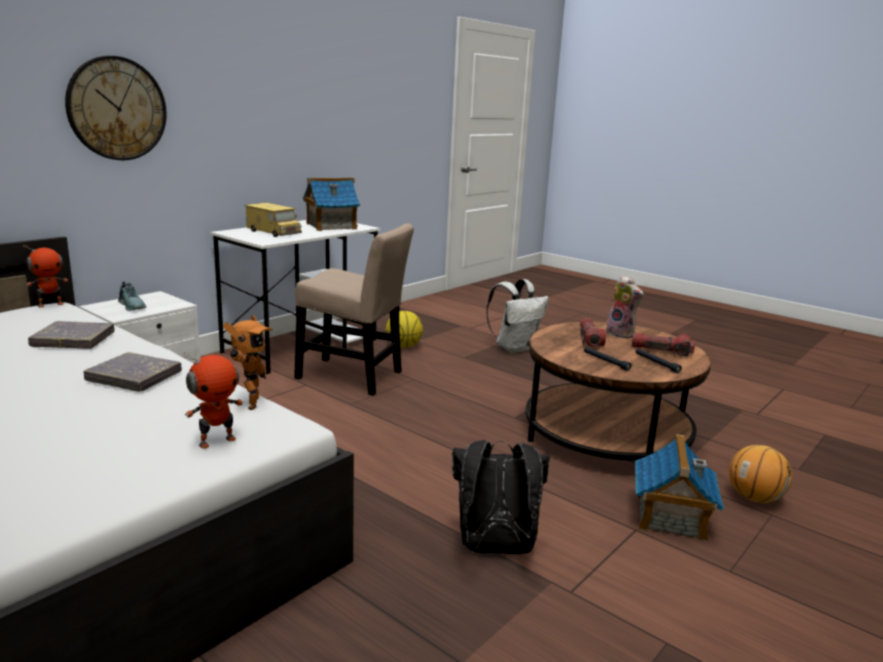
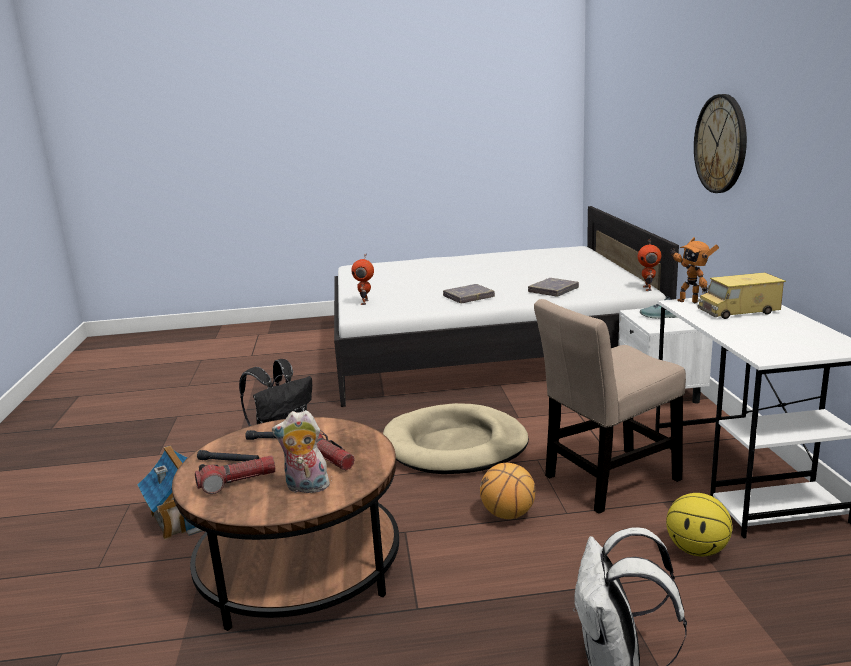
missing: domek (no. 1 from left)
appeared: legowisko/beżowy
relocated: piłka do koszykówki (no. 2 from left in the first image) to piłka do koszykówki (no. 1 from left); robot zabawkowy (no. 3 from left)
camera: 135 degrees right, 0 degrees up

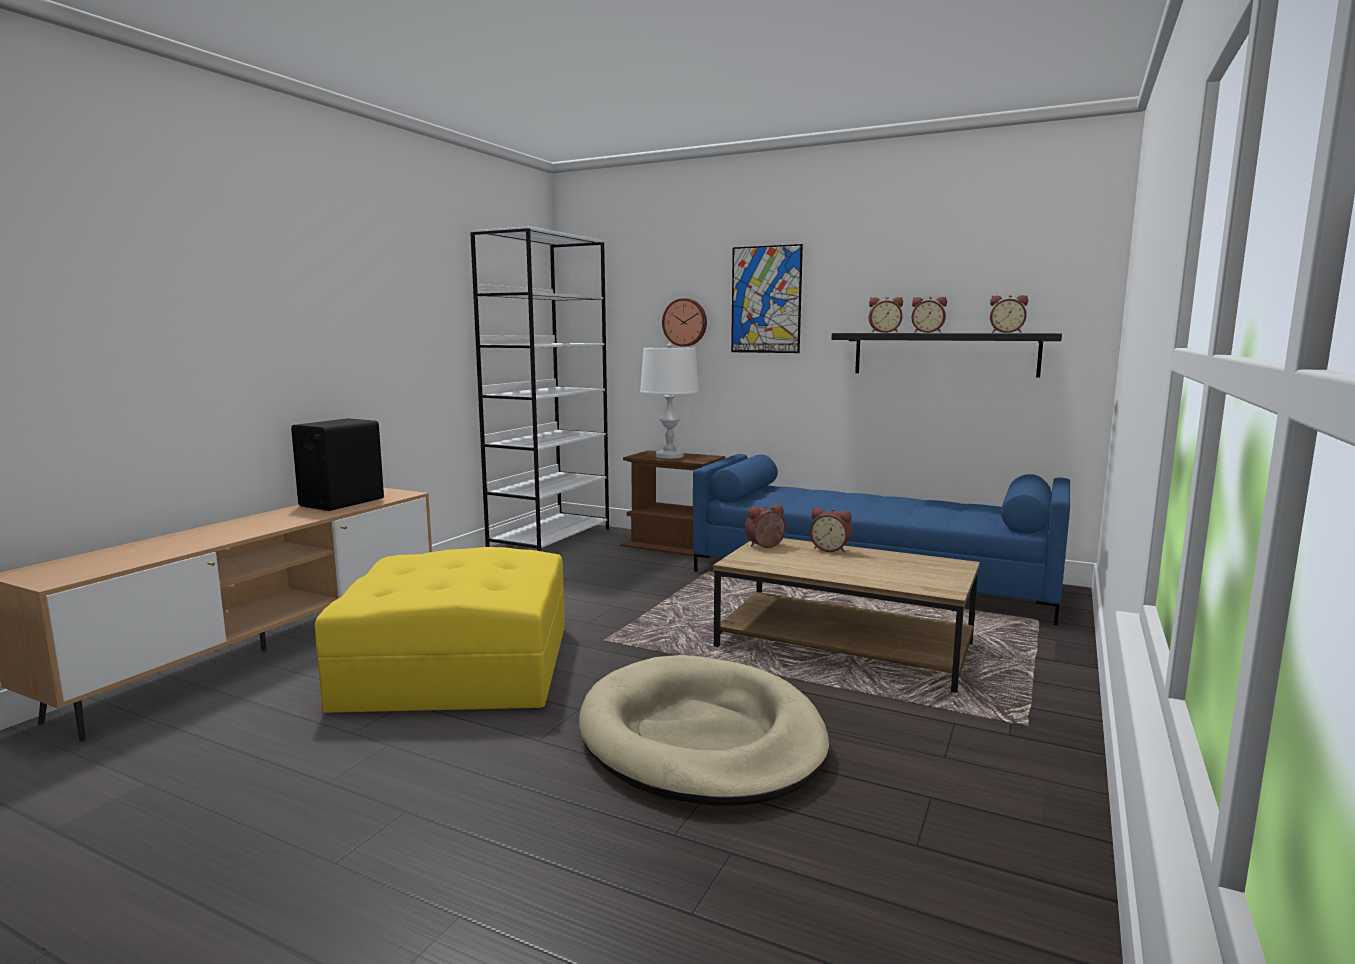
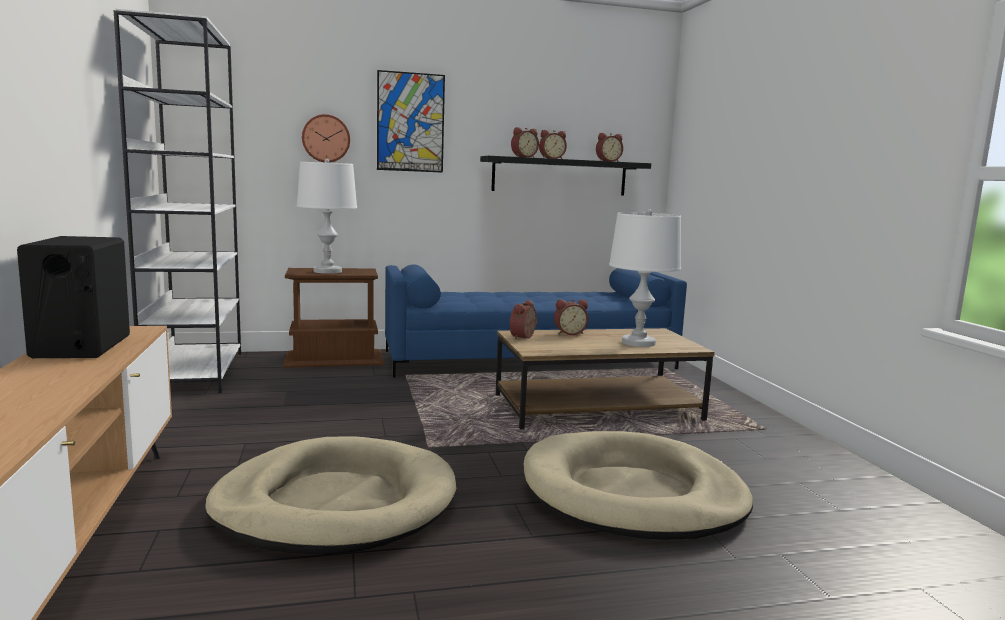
appeared: lampa stołowa/biały (no. 2 from left)
exchanged: pufa/żółty to legowisko/beżowy (no. 1 from left)
camera: 40 degrees left, 0 degrees up

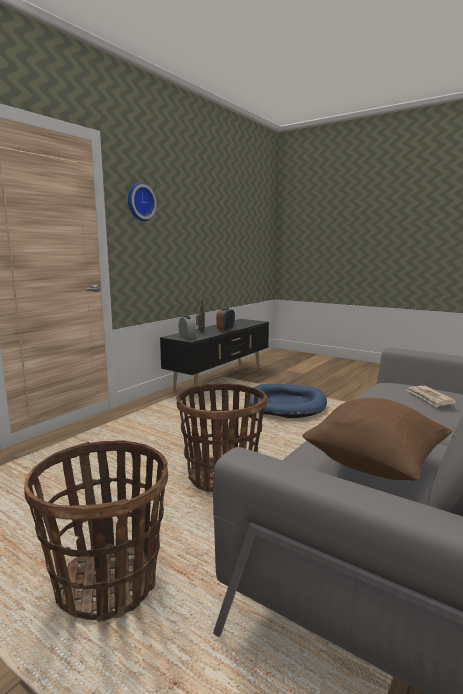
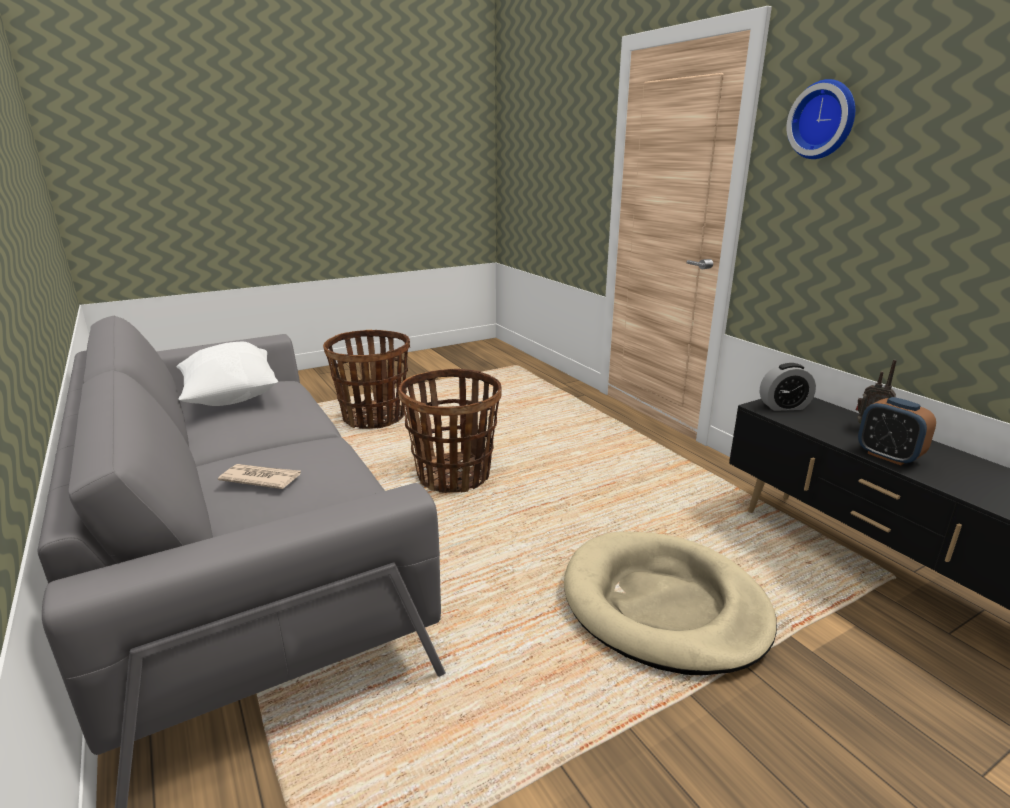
colour: poduszka/brązowy to poduszka/biały; legowisko/niebieski to legowisko/beżowy
camera: 115 degrees right, 10 degrees up

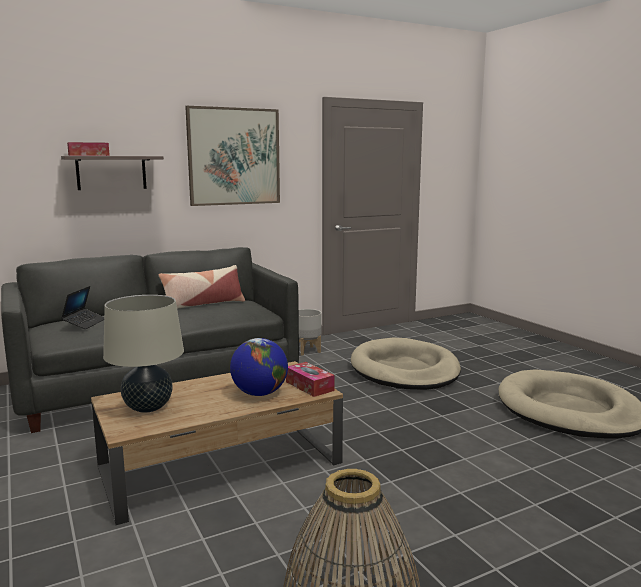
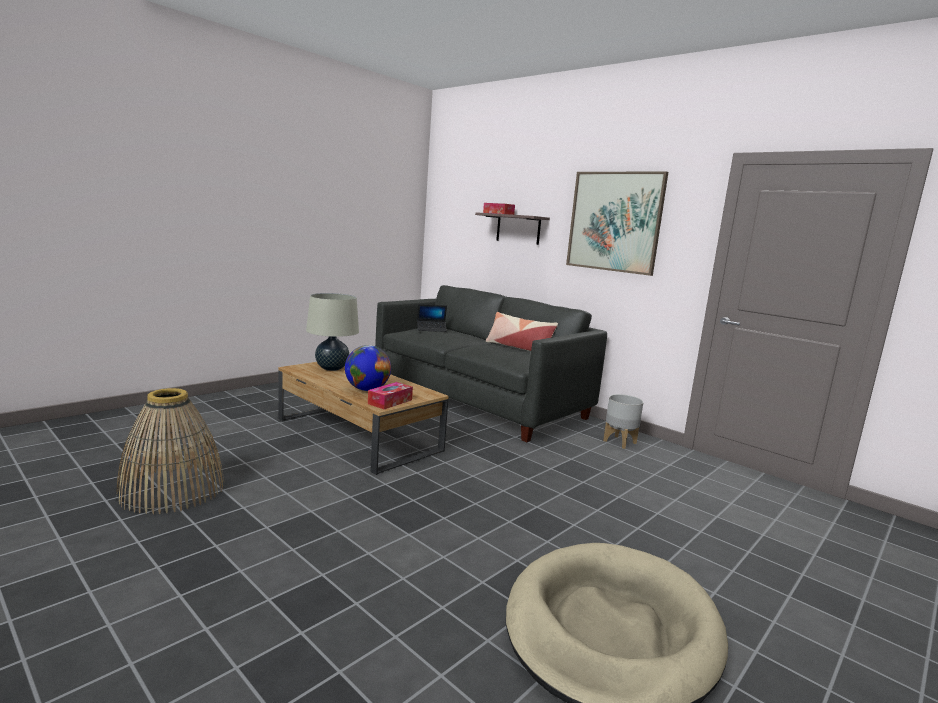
missing: legowisko/beżowy (no. 1 from left)
camera: 70 degrees right, 0 degrees up

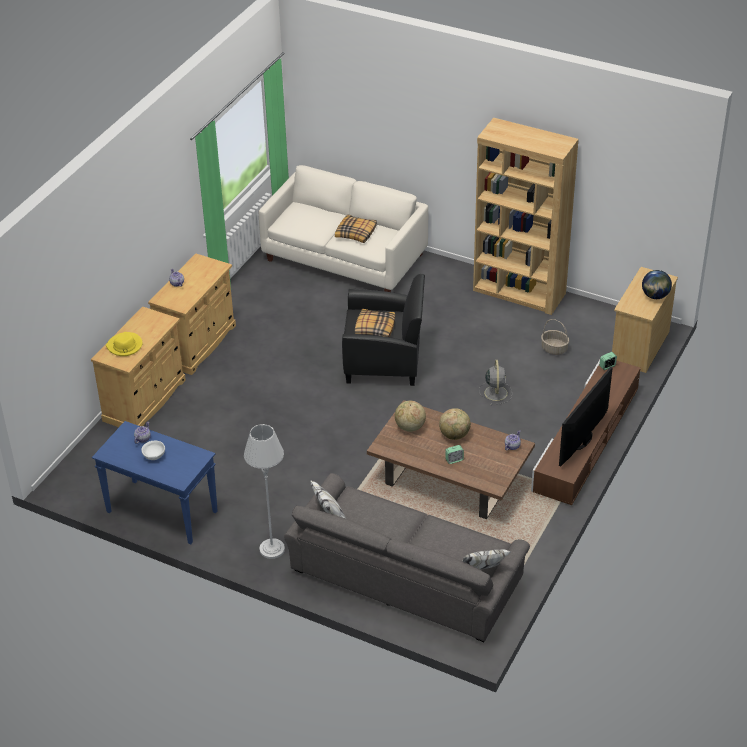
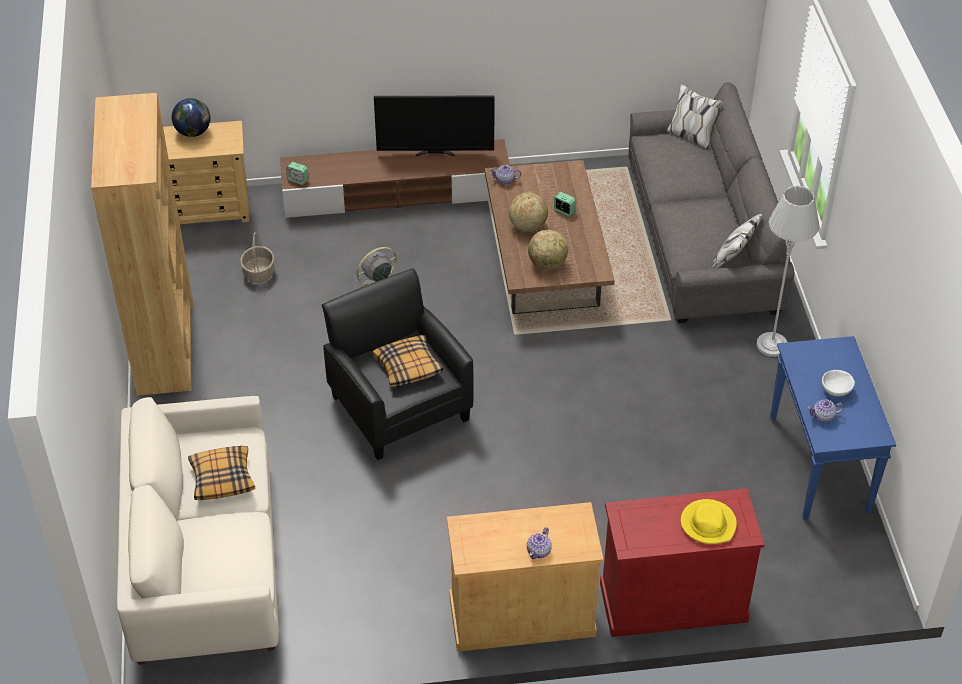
colour: szafka/beżowy (no. 1 from left) to szafka/czerwony
camera: 125 degrees left, 5 degrees up

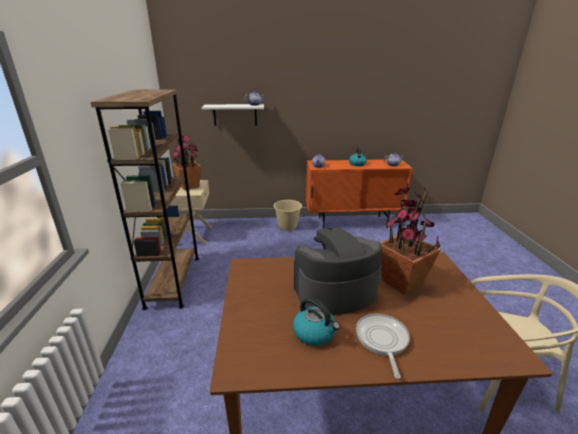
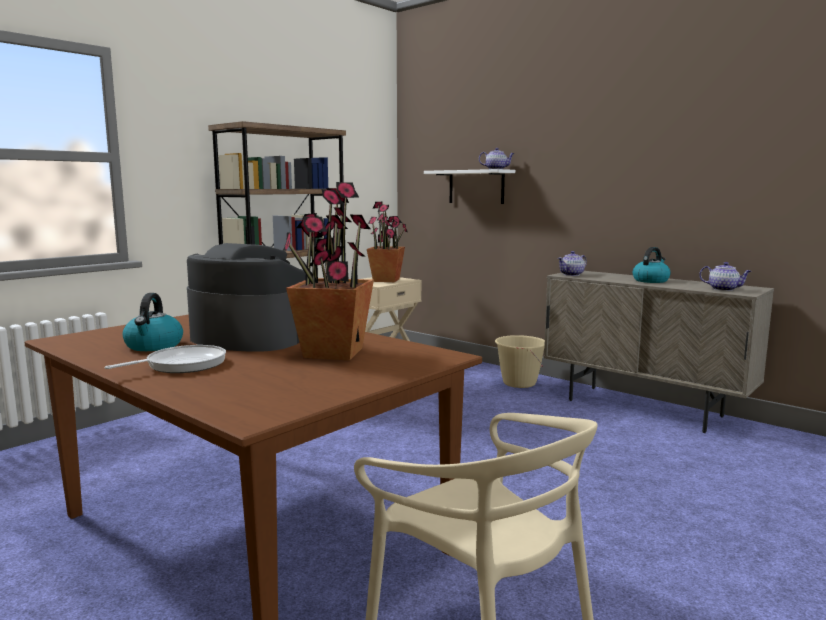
colour: szafka/pomarańczowy to szafka/beżowy
camera: 45 degrees right, 15 degrees down

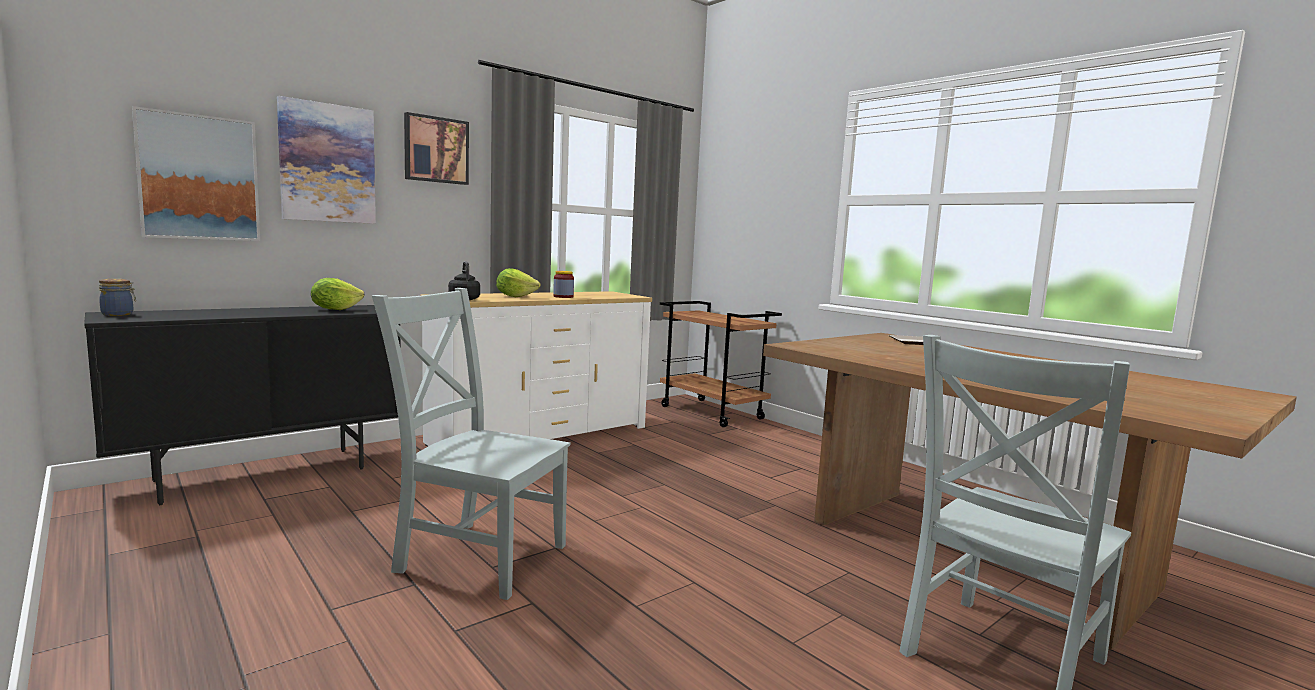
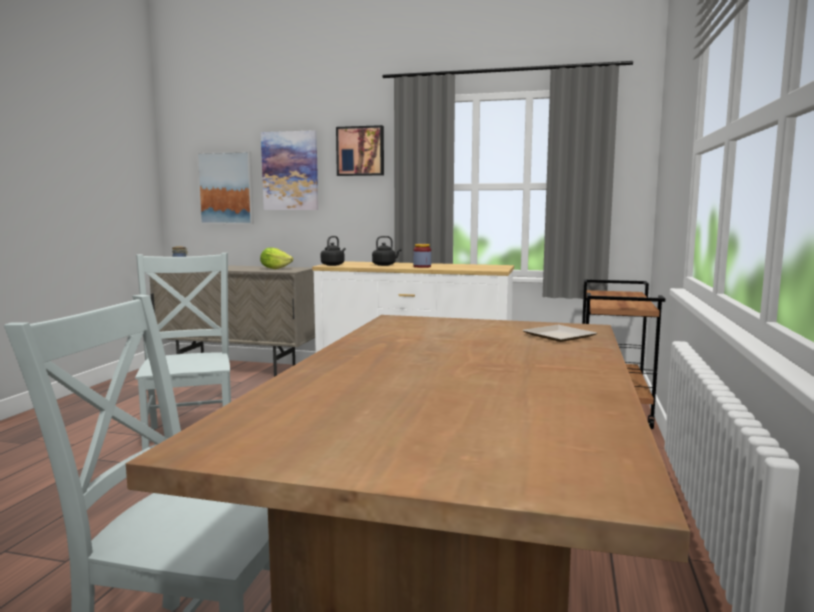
exchanged: sałata (no. 2 from left) to czajnik/czarny (no. 2 from left)
colour: szafka/czarny to szafka/beżowy
camera: 55 degrees right, 0 degrees up

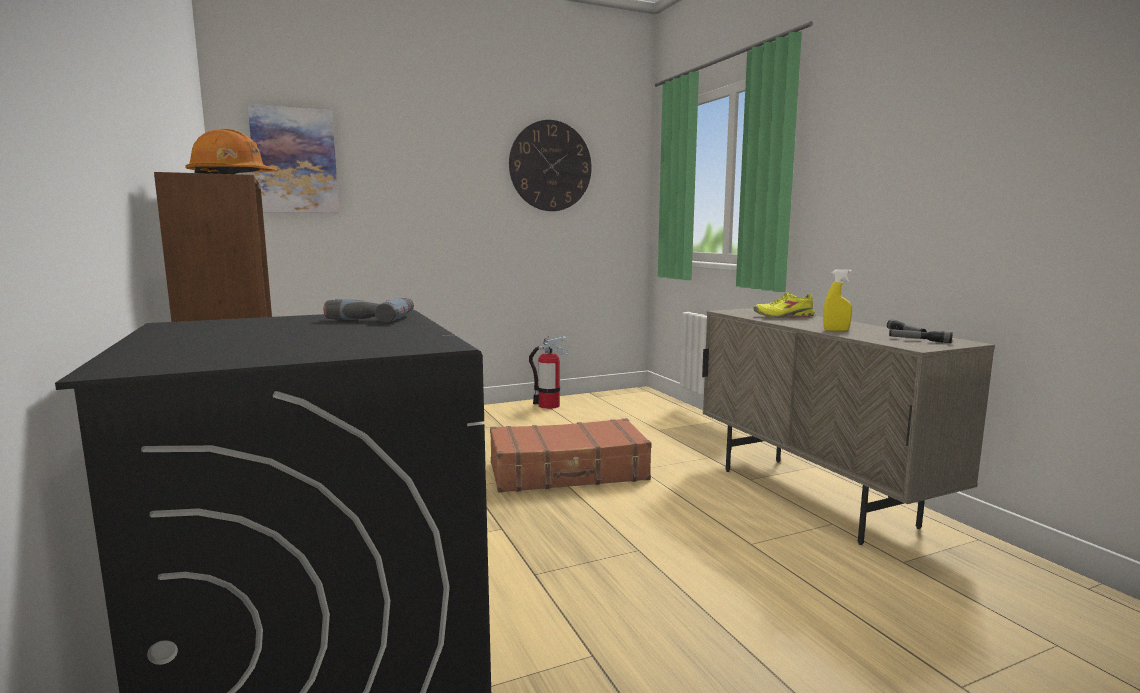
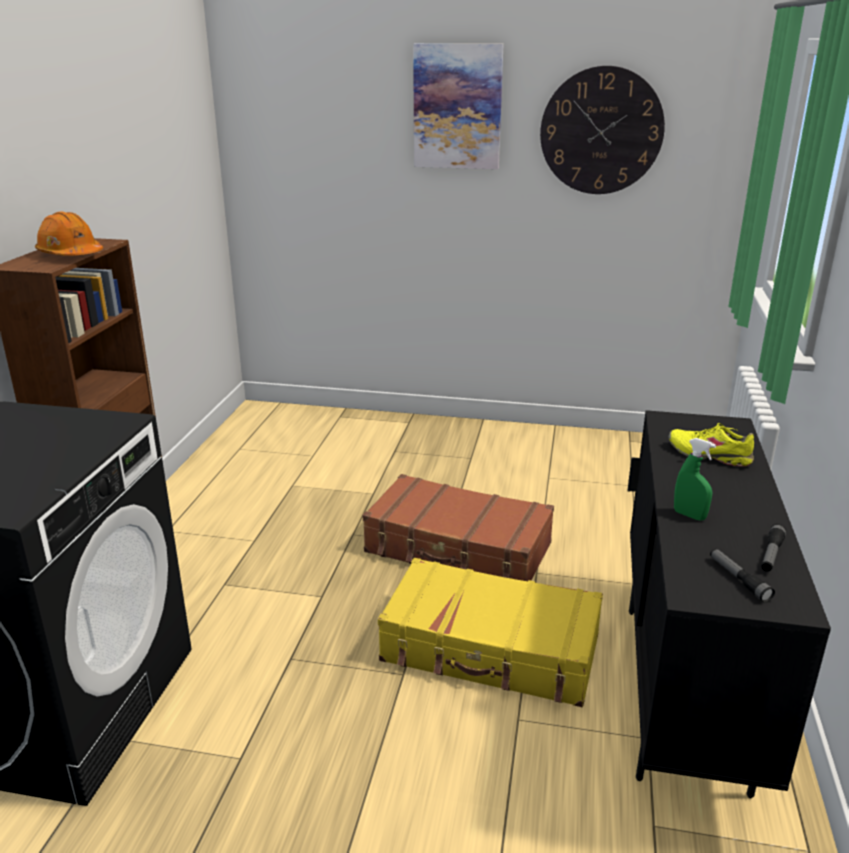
missing: wiertarka; gaśnica
appeared: walizka/żółty
relocated: obraz
colour: szafka/beżowy to szafka/czarny; spryskiwacz/żółty to spryskiwacz/zielony
camera: 35 degrees right, 15 degrees up

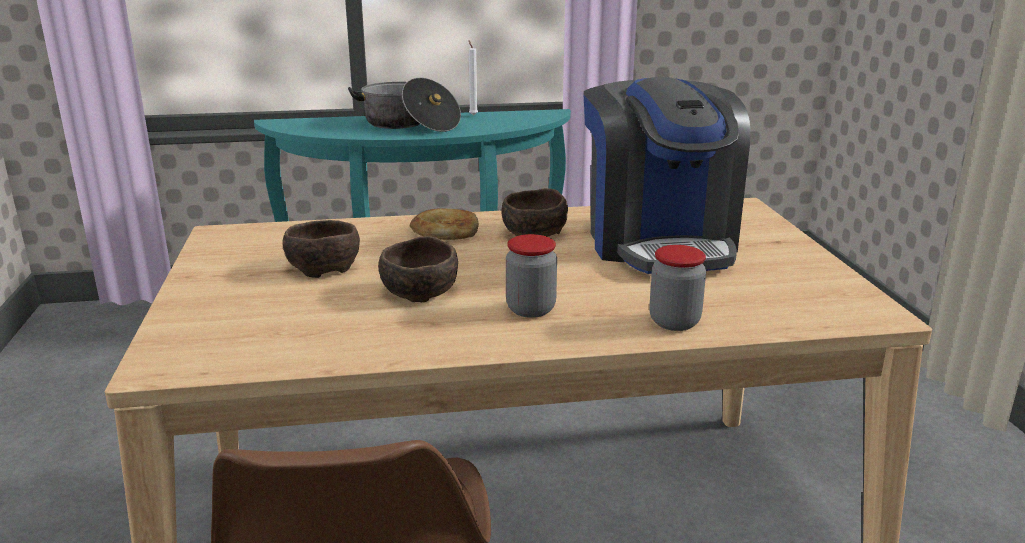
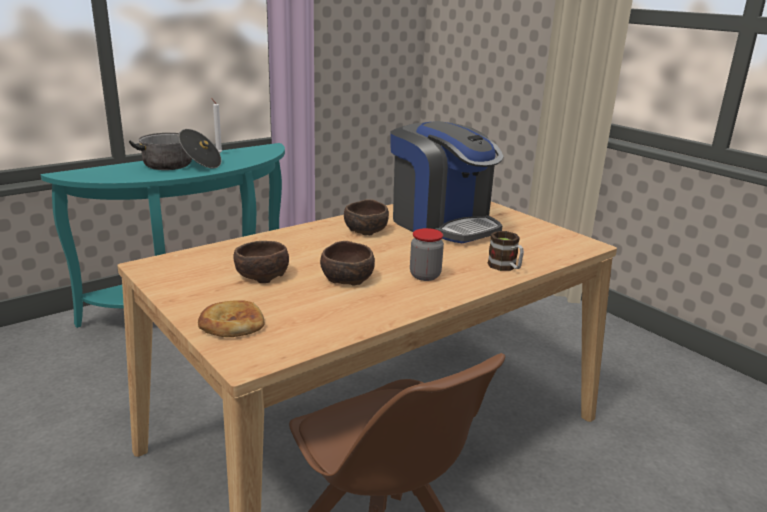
relocated: chleb
exchanged: słoik (no. 2 from left) to kubek
camera: 30 degrees left, 0 degrees up

